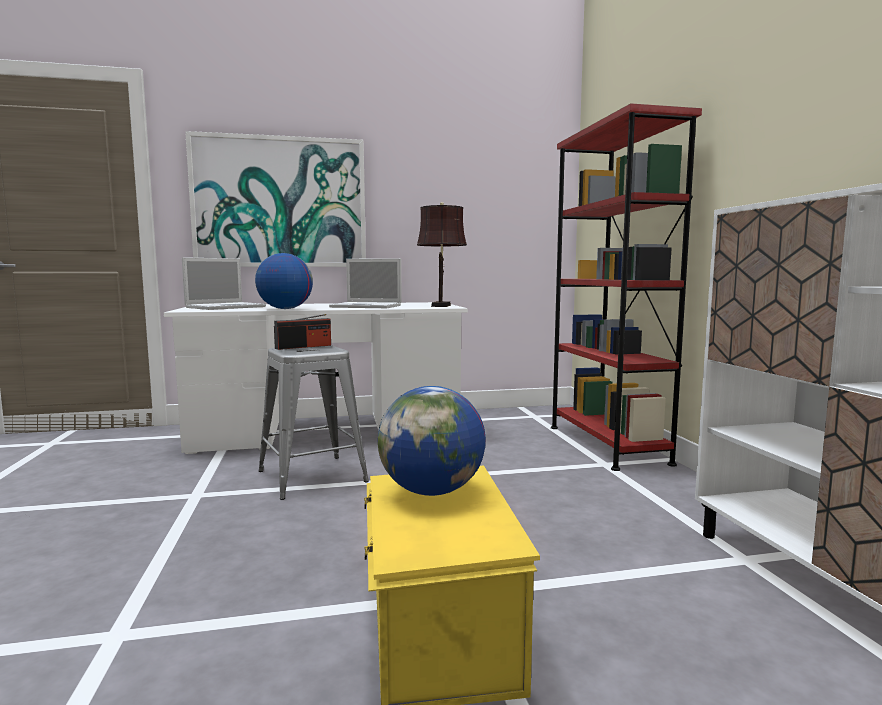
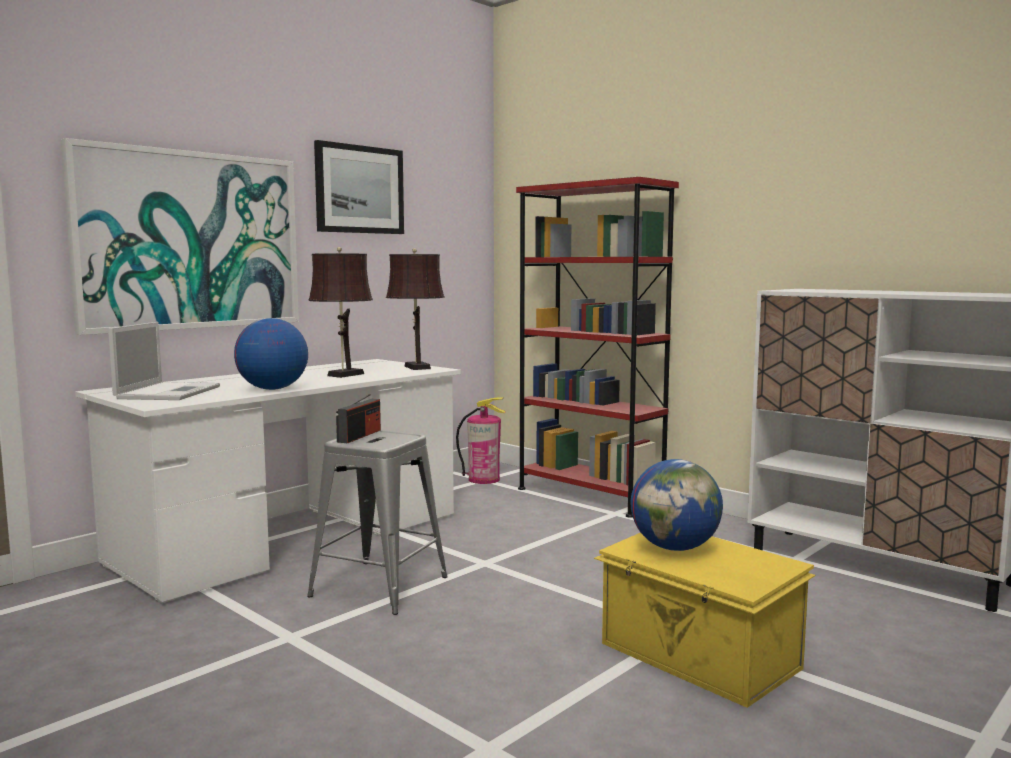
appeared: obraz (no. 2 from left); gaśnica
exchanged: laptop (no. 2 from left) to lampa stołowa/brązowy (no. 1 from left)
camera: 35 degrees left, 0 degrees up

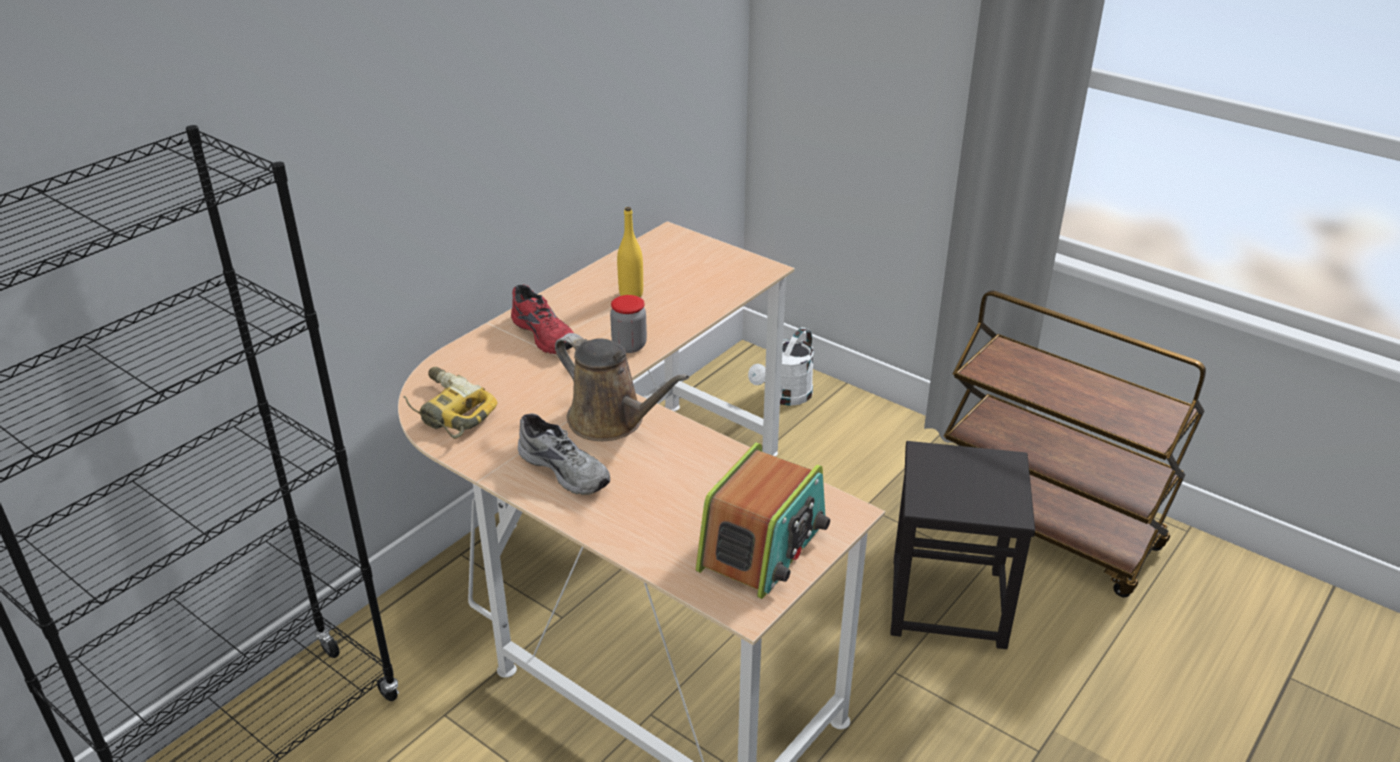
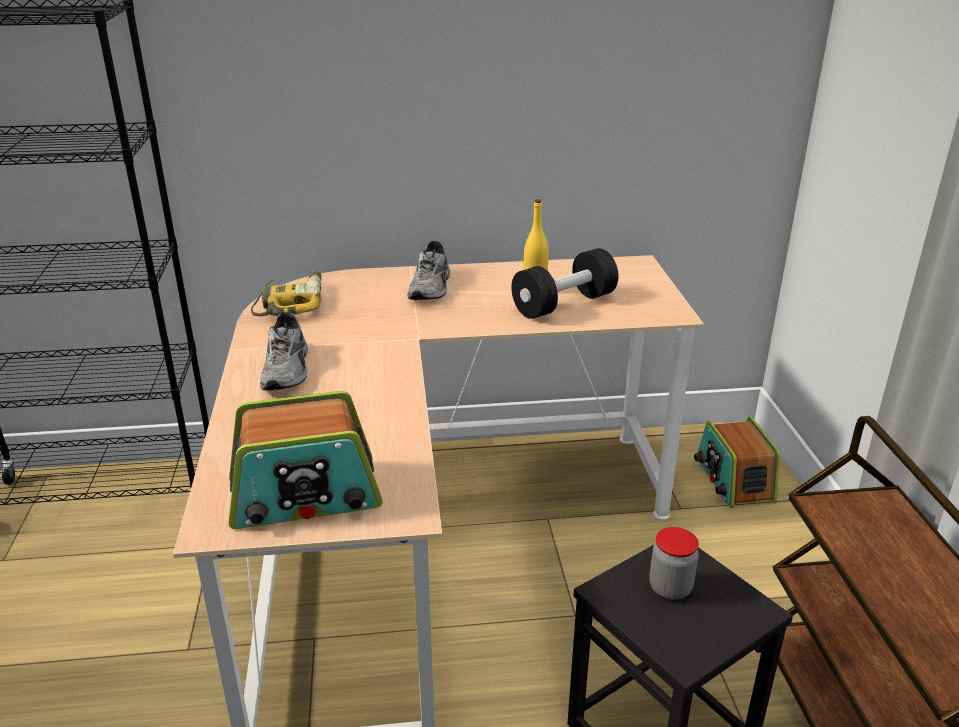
missing: konewka/brązowy
appeared: hantel/czarny
relocated: słoik
exchanged: konewka/biały to radio (no. 2 from left)
colour: but/czerwony to but/szary (no. 2 from left)
camera: 45 degrees right, 5 degrees down

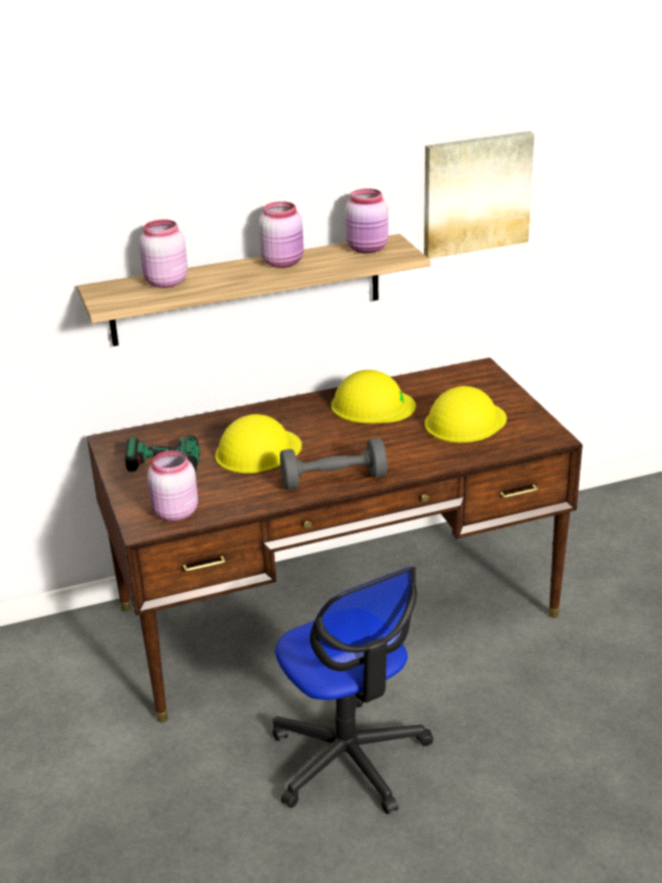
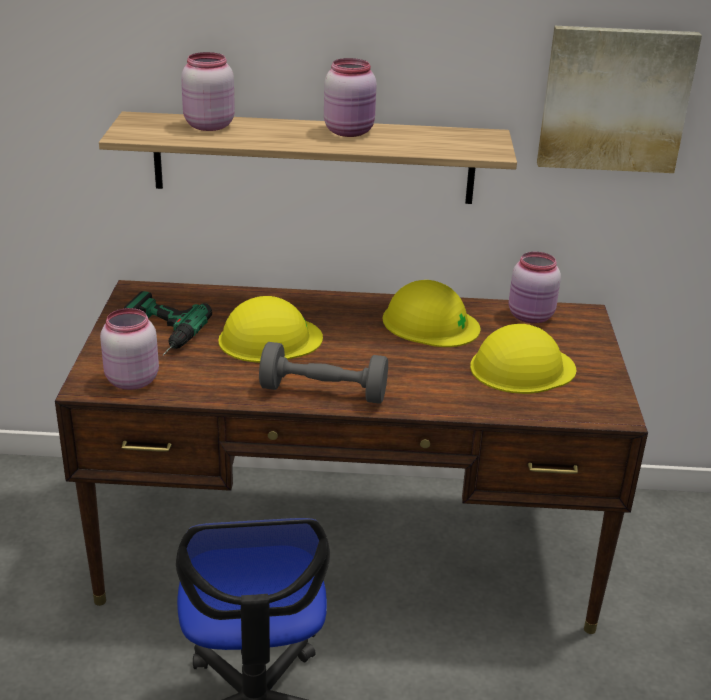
relocated: słoik/różowy (no. 4 from left)
camera: 20 degrees right, 0 degrees up

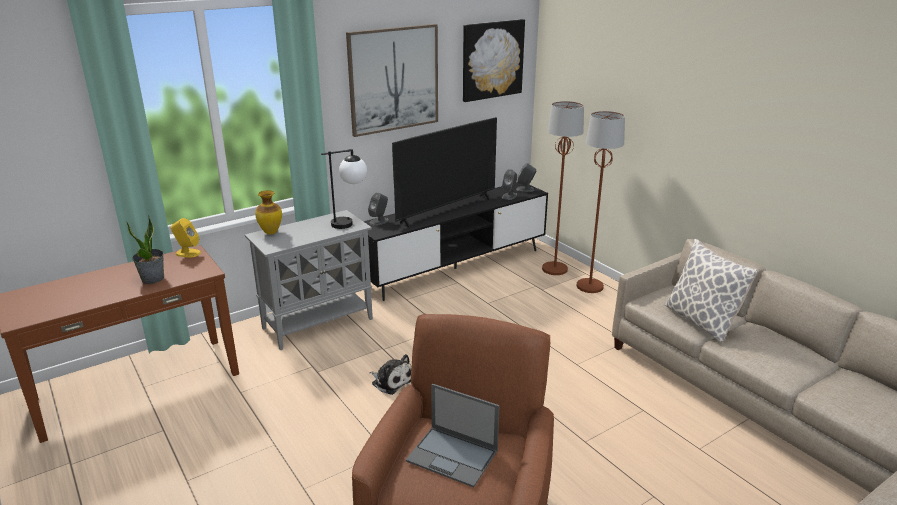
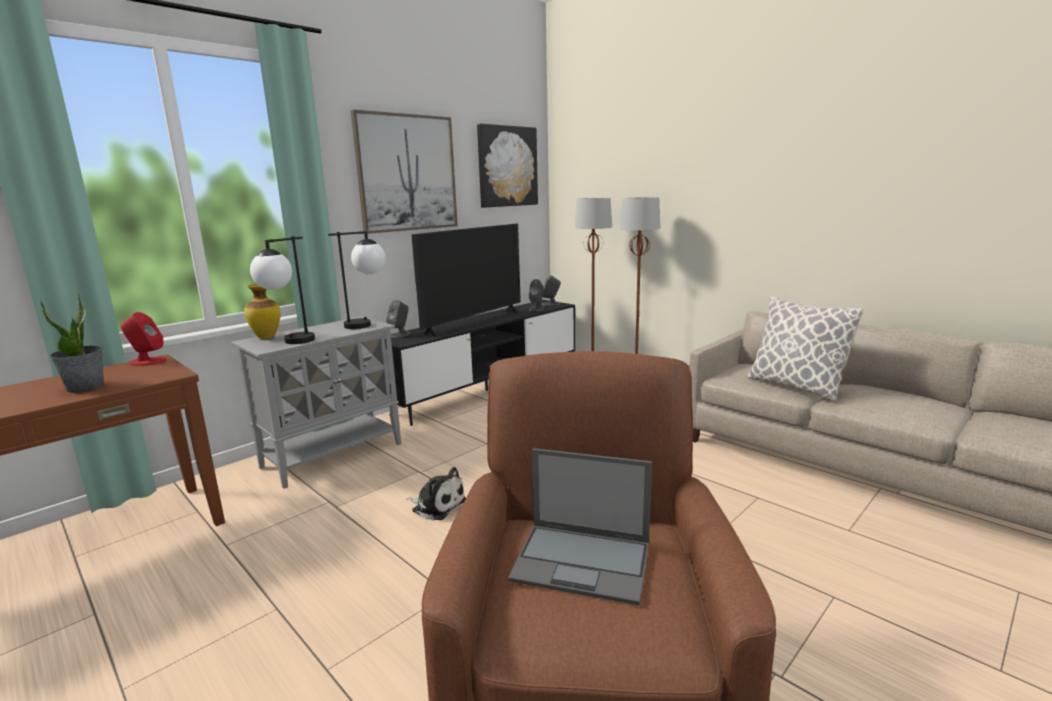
appeared: lampa stołowa (no. 1 from left)
colour: głośnik/żółty to głośnik/czerwony
camera: 10 degrees left, 10 degrees down

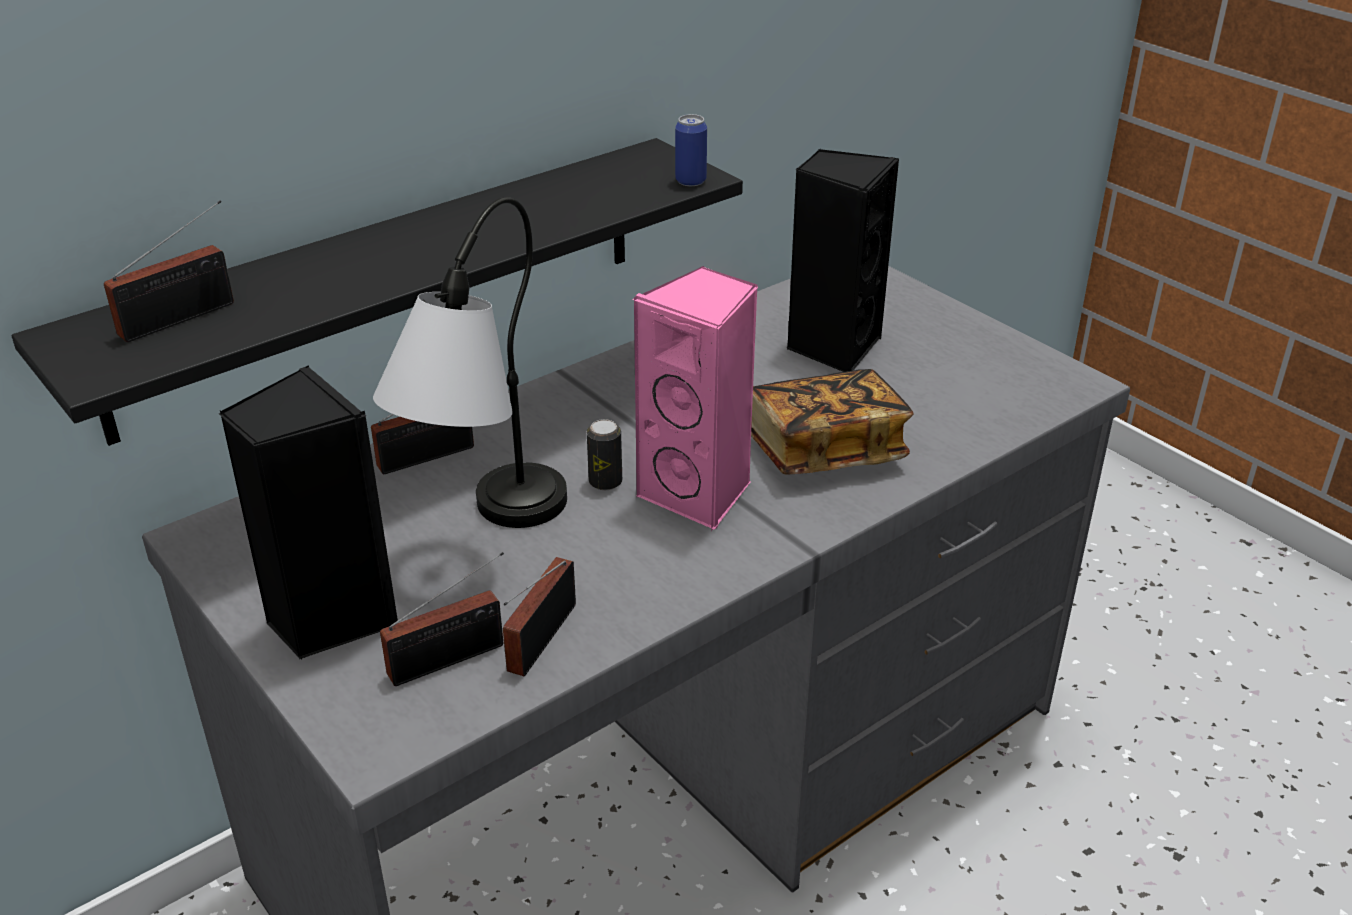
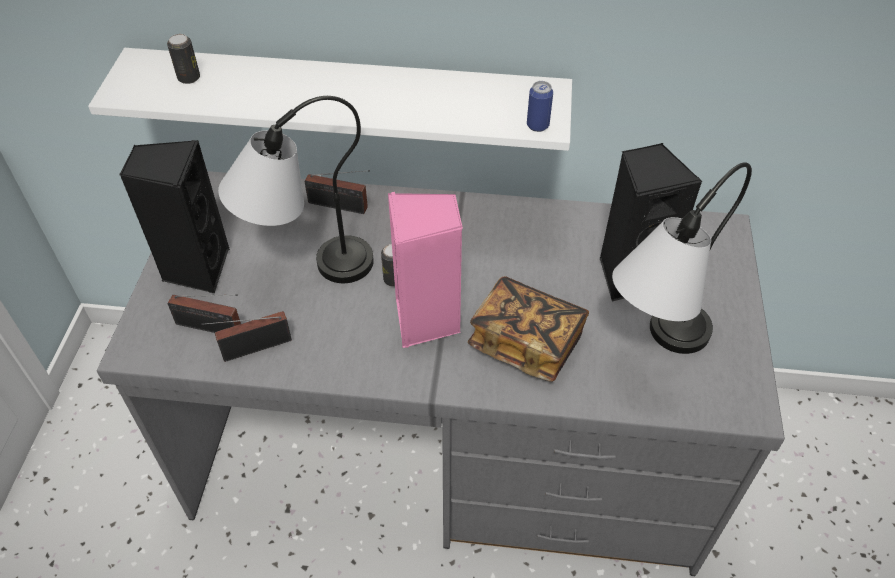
appeared: lampa stołowa (no. 2 from left)
exchanged: radio (no. 1 from left) to puszka (no. 1 from left)
colour: półka/czarny to półka/biały
camera: 45 degrees right, 15 degrees up

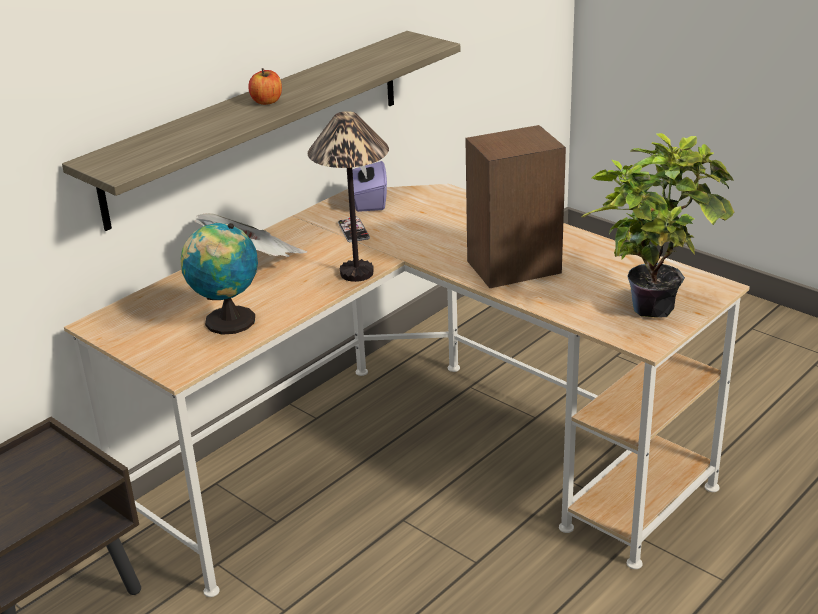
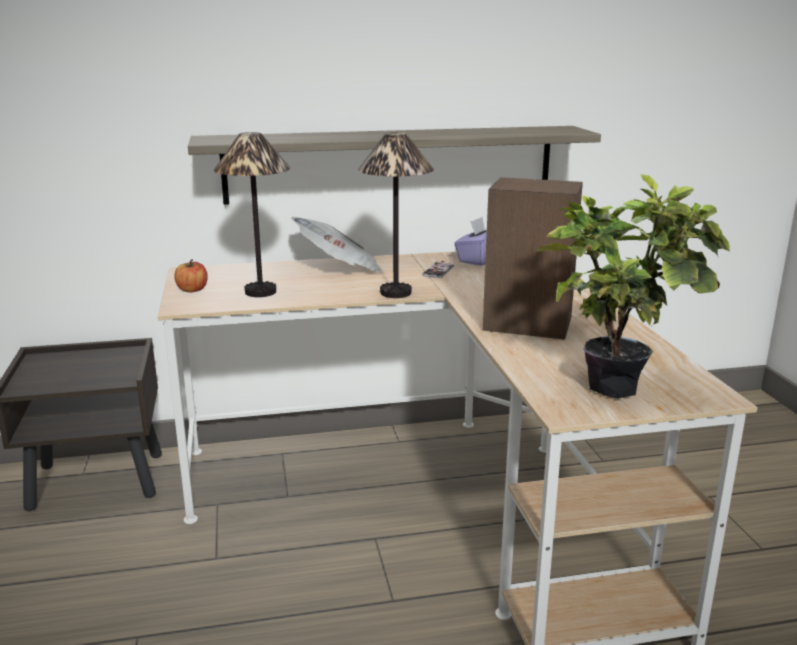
relocated: jabłko
exchanged: globus to lampa stołowa (no. 1 from left)
camera: 35 degrees right, 10 degrees down

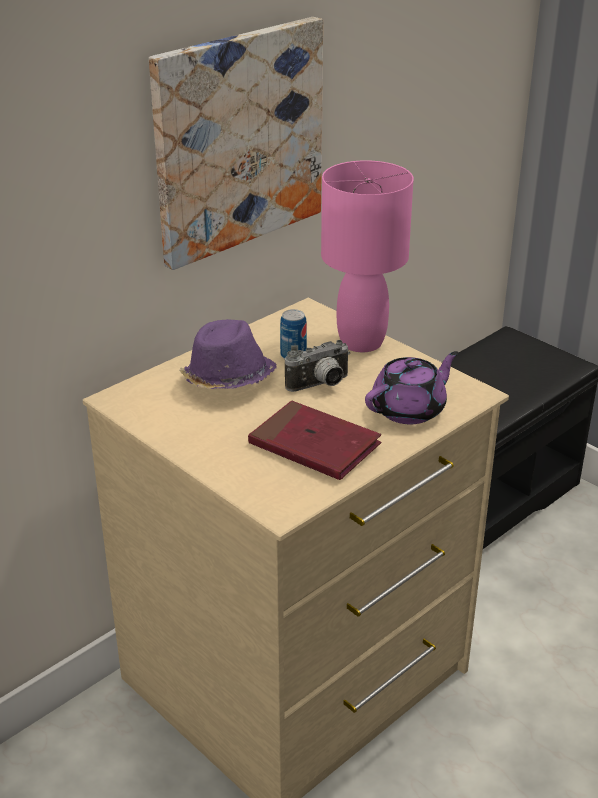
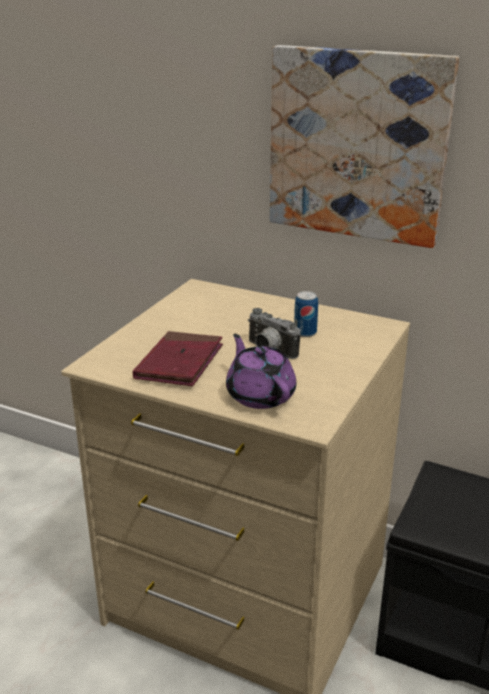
missing: kapelusz/fioletowy; lampa stołowa/różowy
spun: imbryk/fioletowy 150 degrees counterclockwise
camera: 70 degrees right, 5 degrees down

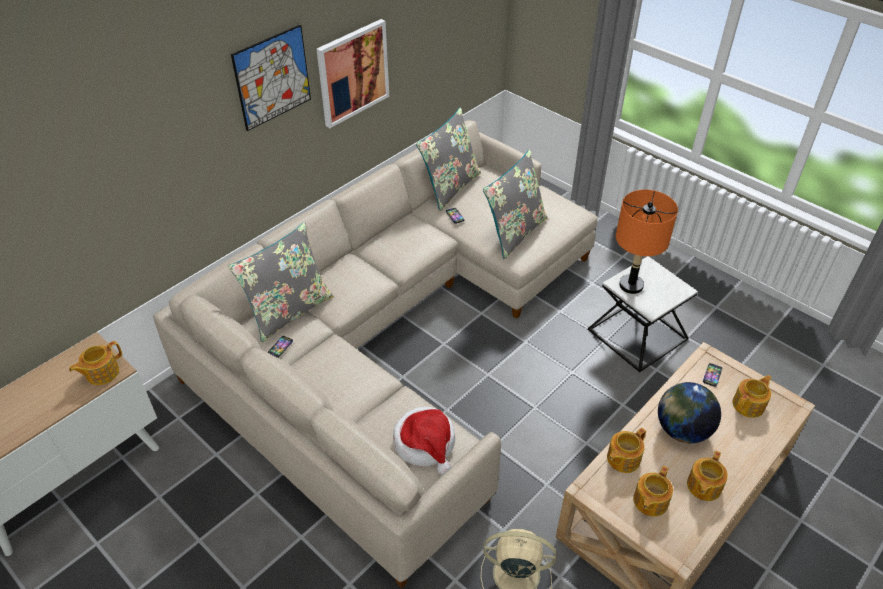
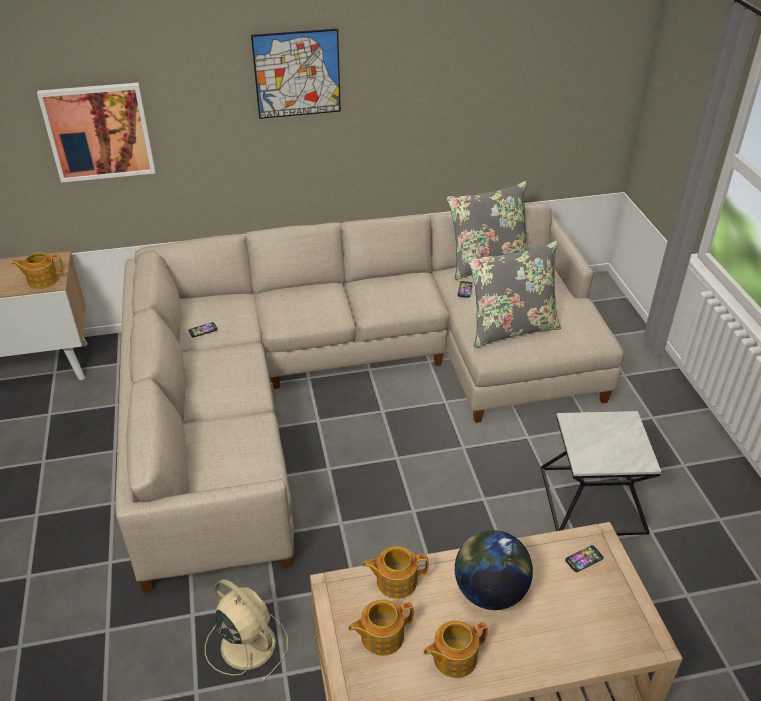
missing: poduszka/szary (no. 1 from left); kapelusz; lampa stołowa/pomarańczowy; imbryk (no. 5 from left)
relocated: obraz (no. 2 from left in the first image) to obraz (no. 1 from left)
camera: 35 degrees right, 5 degrees down

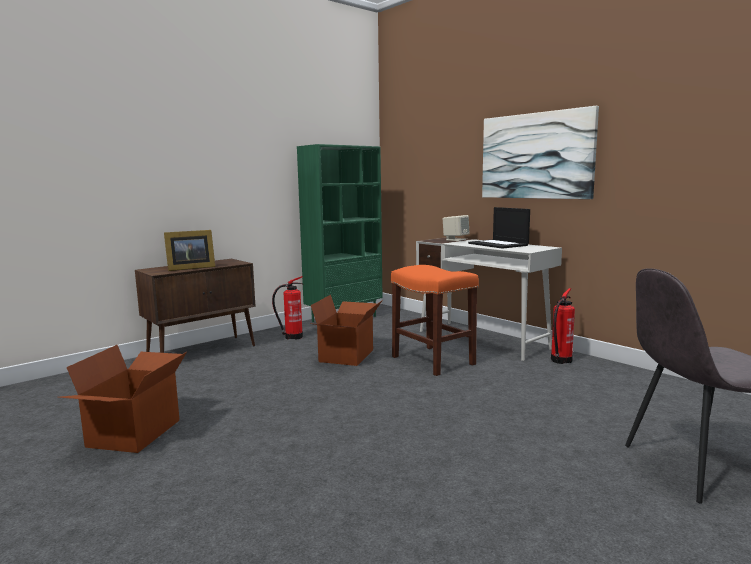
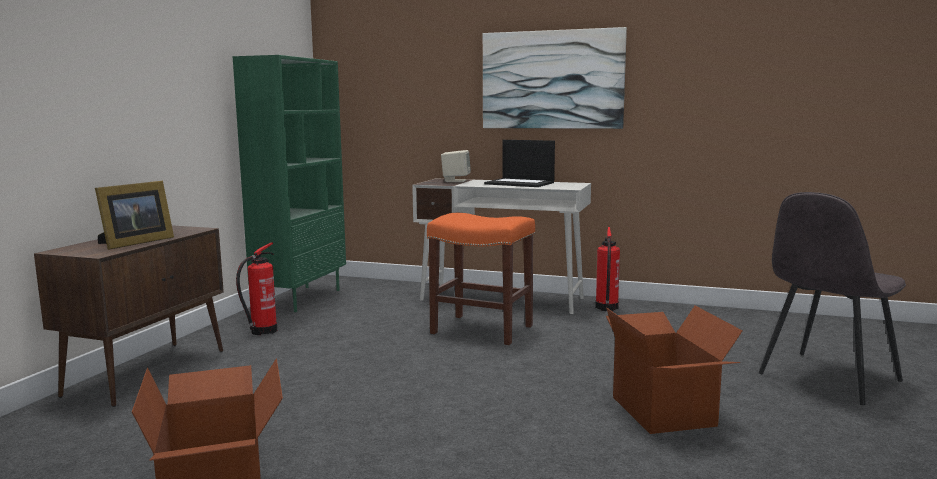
relocated: karton (no. 2 from left)
camera: 30 degrees left, 0 degrees up

